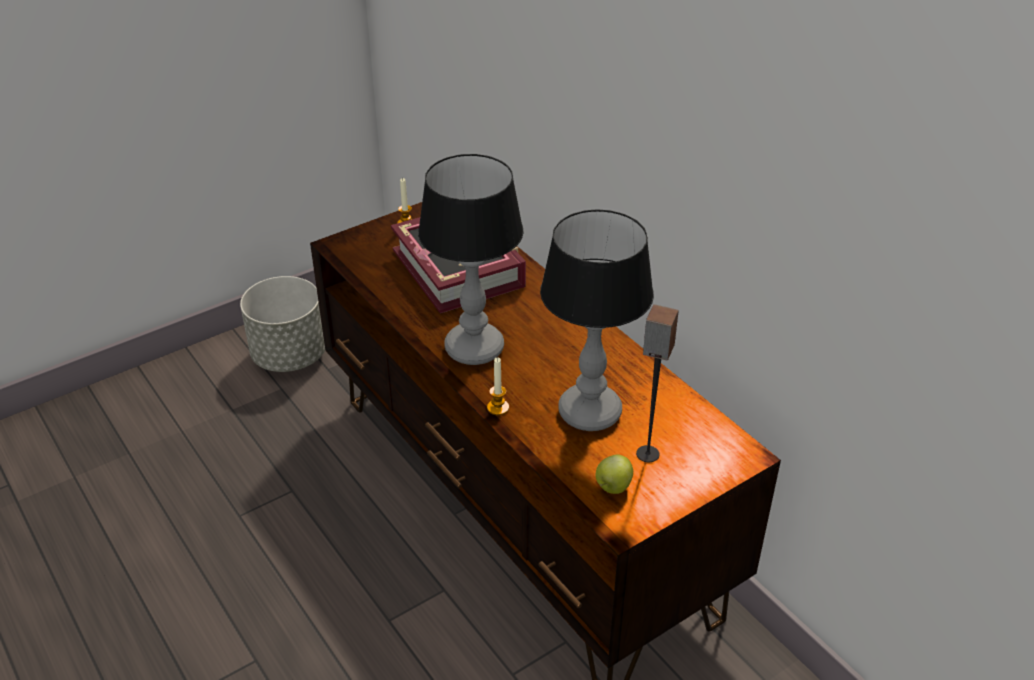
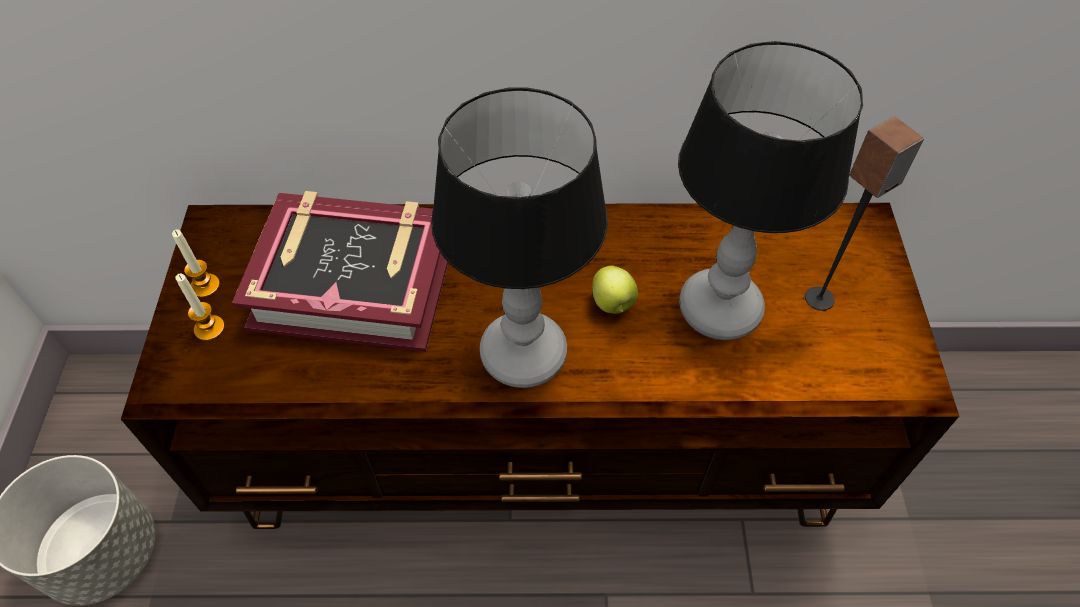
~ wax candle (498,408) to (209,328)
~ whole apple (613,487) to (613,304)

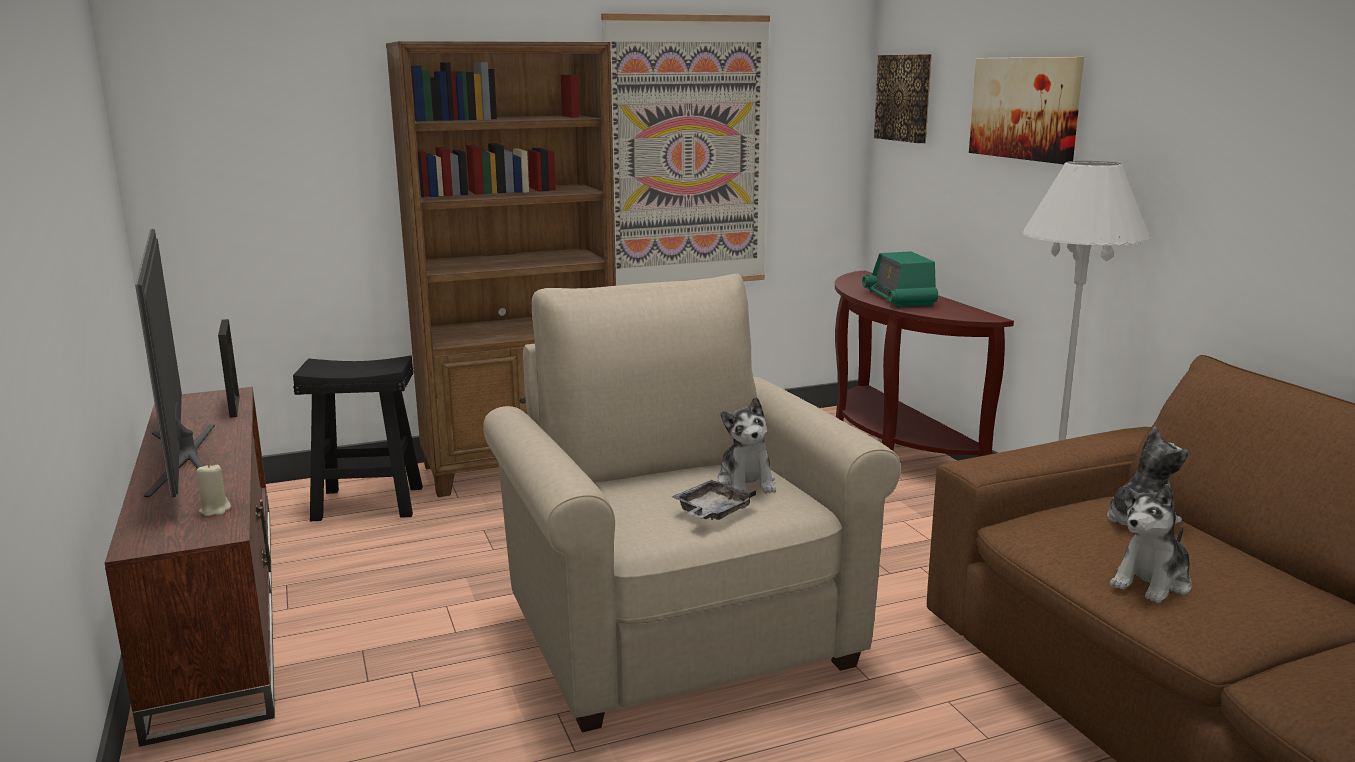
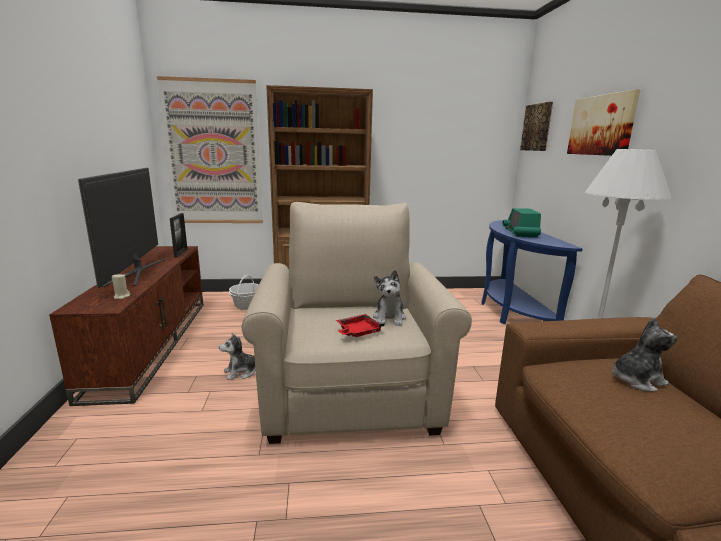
~ picture (687,155) to (213,154)
~ brown-coloured narrow table (892,448) to blue-coloured narrow table (511,312)
~ black-coloured stool seat (369,503) to household basket (247,305)
~ greyish carrying tray (712,512) to red carrying tray (358,332)
~ soft toy (1152,582) to (241,372)

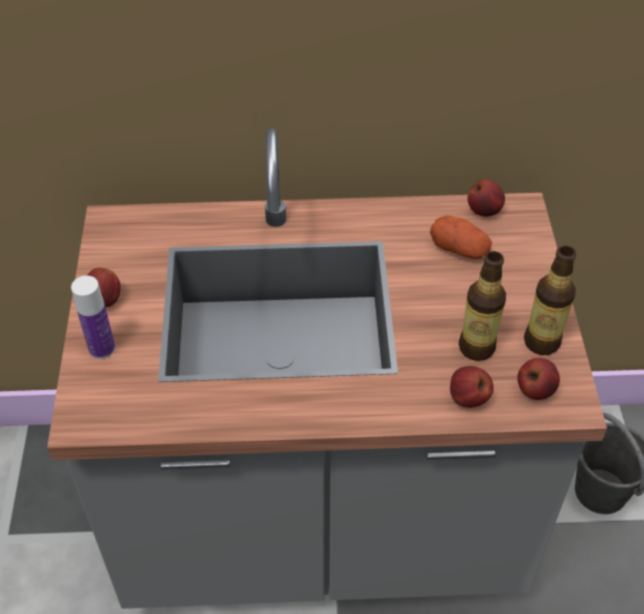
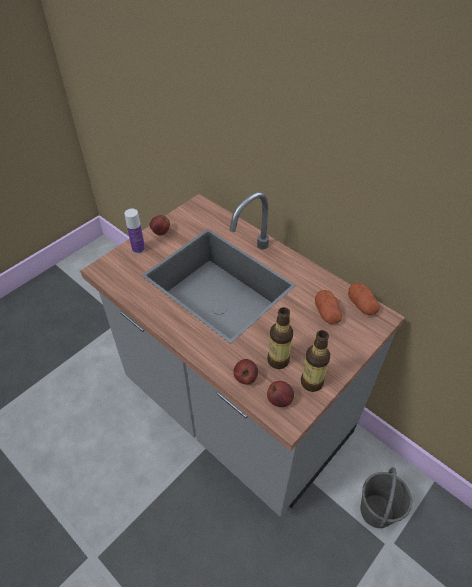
~ whole apple (484,211) to potato (362,305)

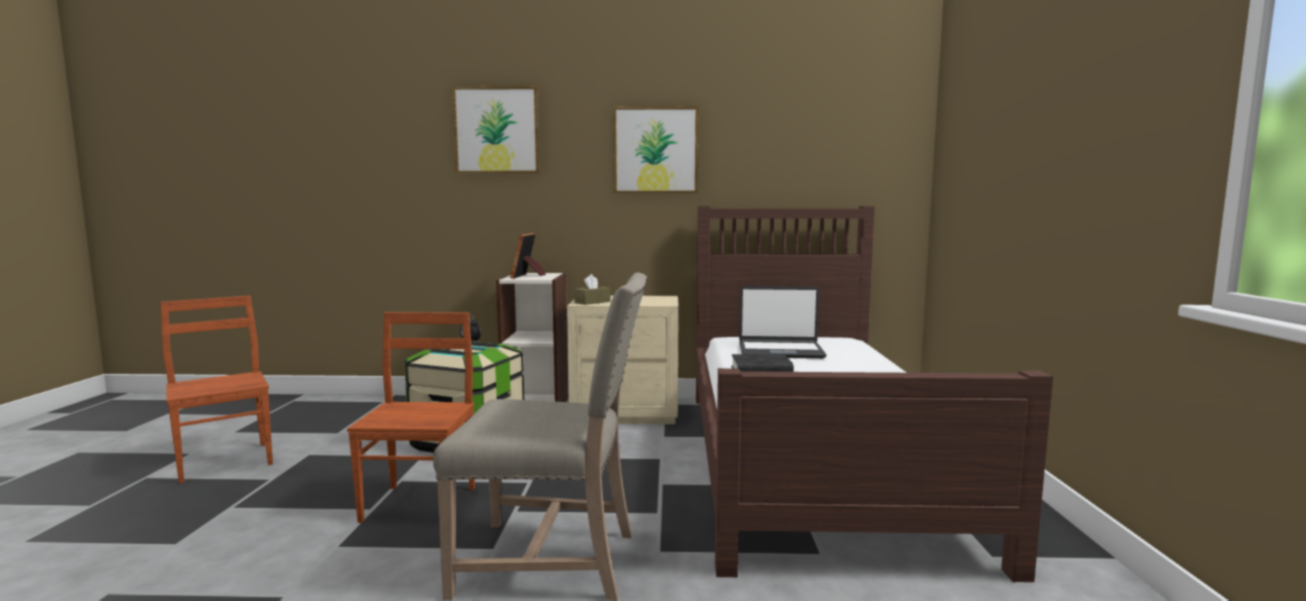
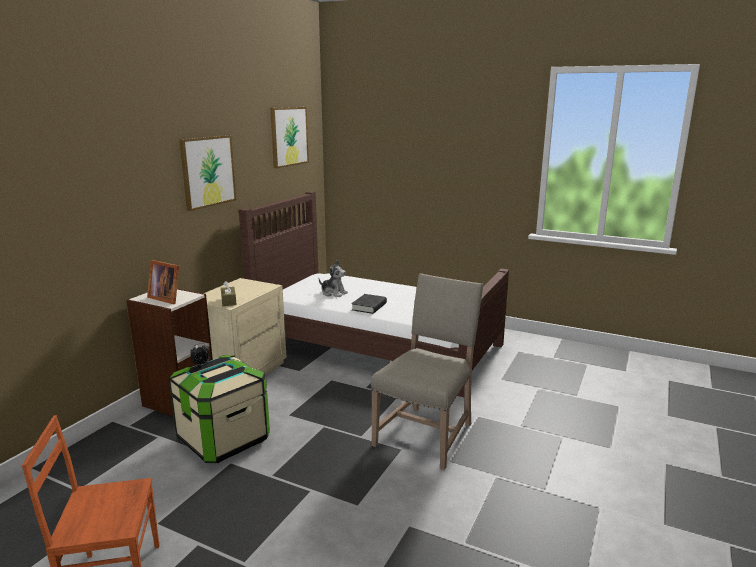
~ picture (497,130) to (289,136)
~ laptop (780,351) to soft toy (333,293)
- brown-coloured upright chair (422,503)

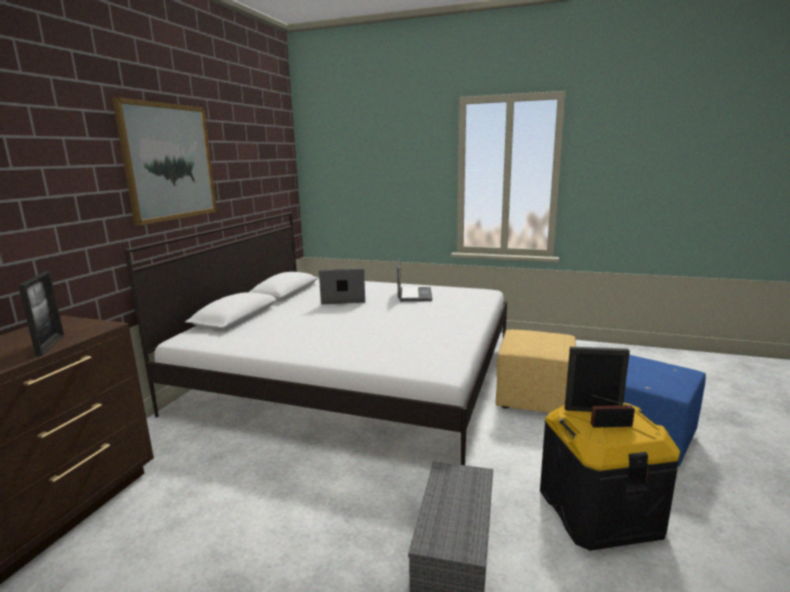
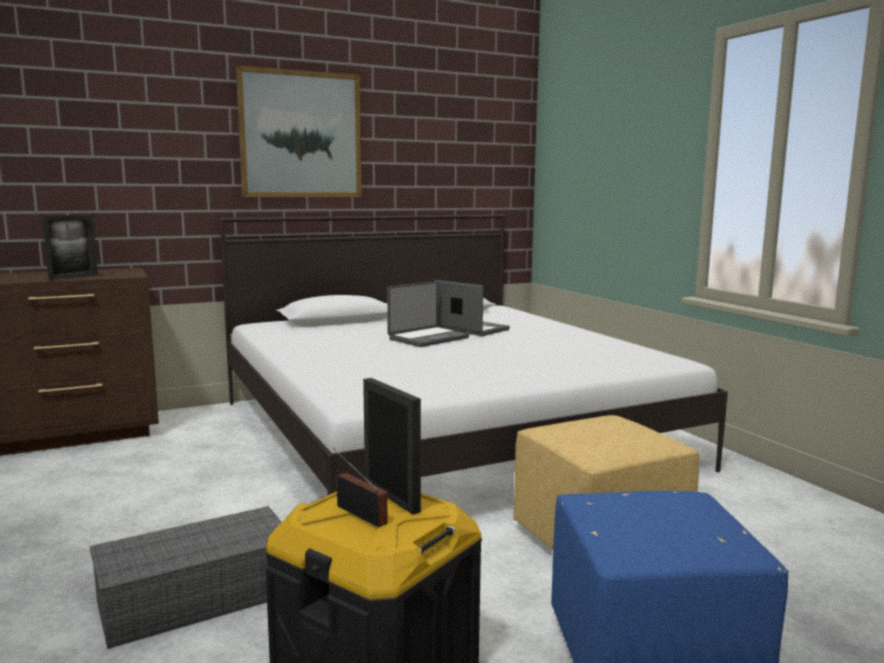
~ laptop (413,295) to (427,338)

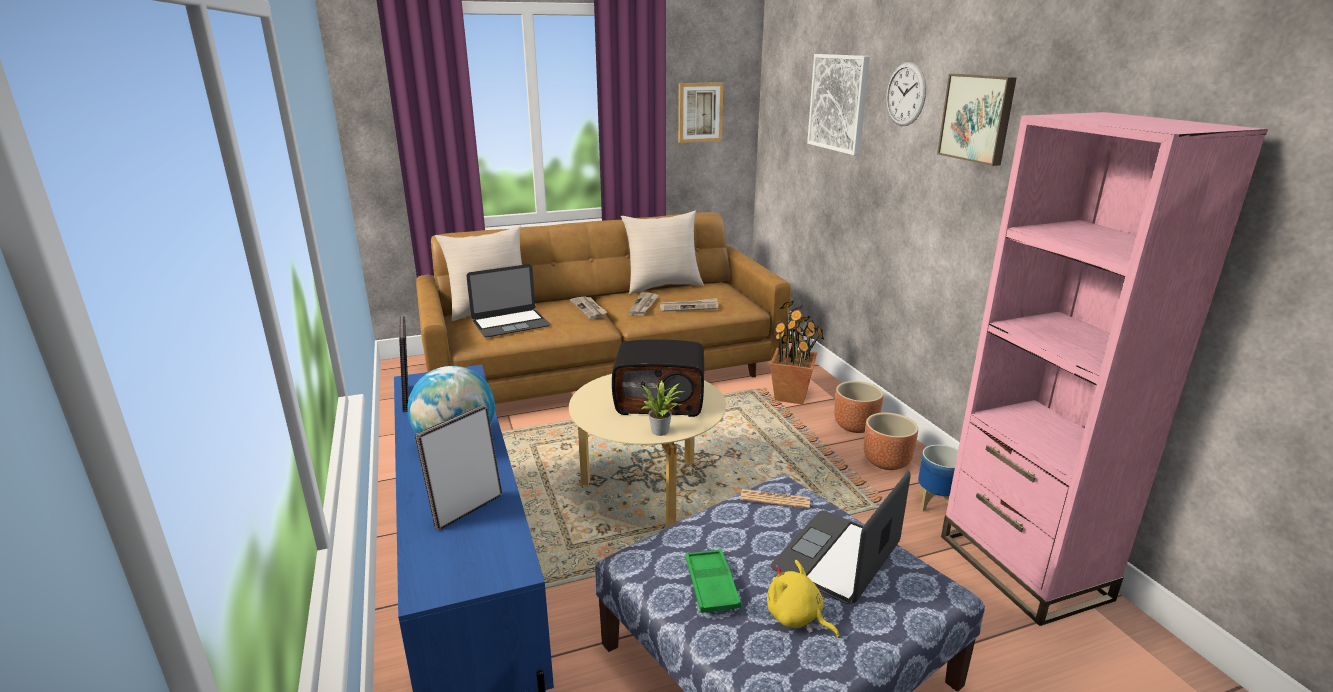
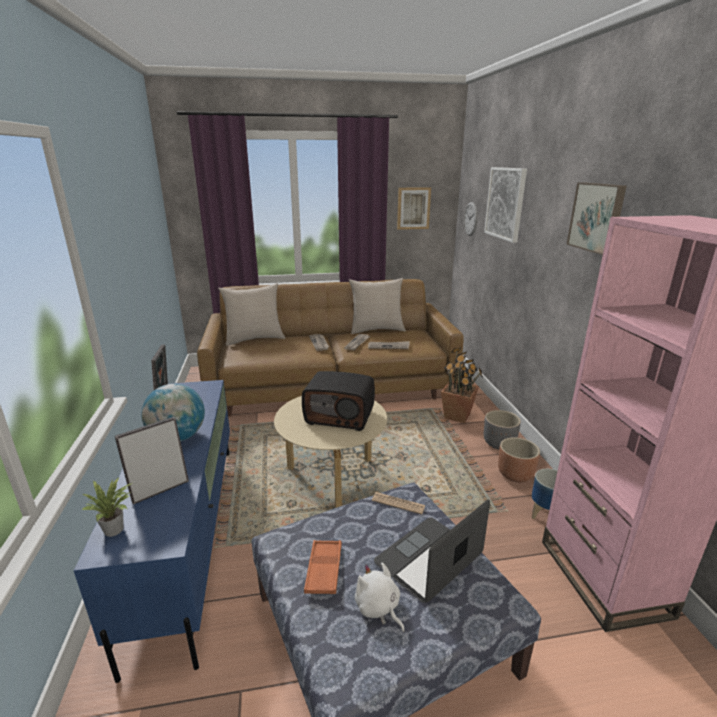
~ hanging clock (905,94) to (470,219)
- laptop (510,323)
~ houseplant (662,431) to (116,529)
~ brown-coloured planter (854,426) to greyish planter (498,444)
~ greenish carrying tray (711,585) to orangey carrying tray (324,570)
~ yellowish soft toy (796,617) to white soft toy (378,608)

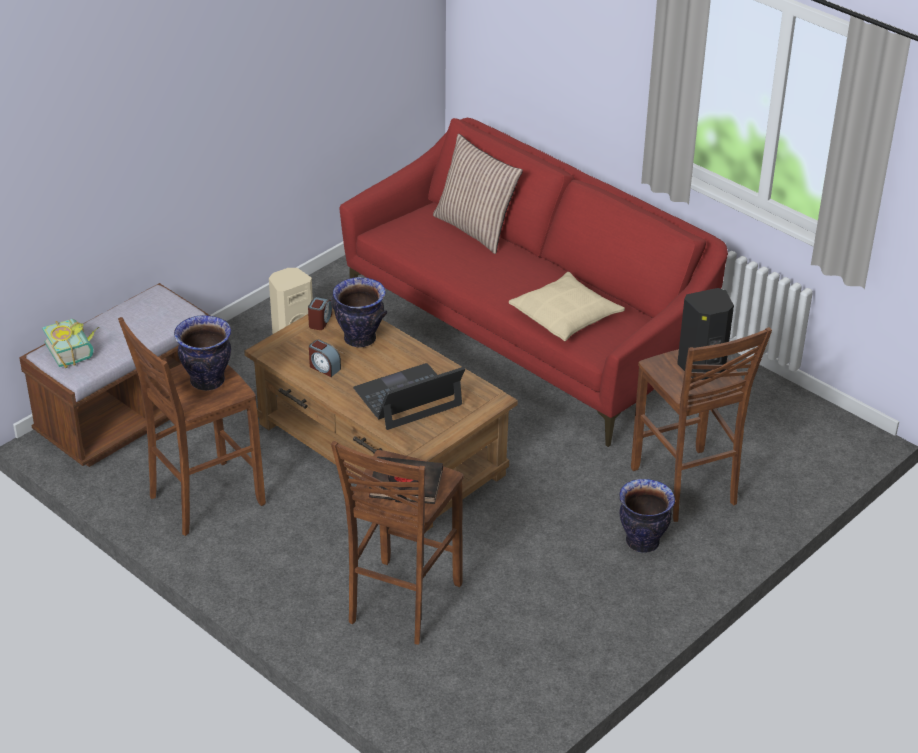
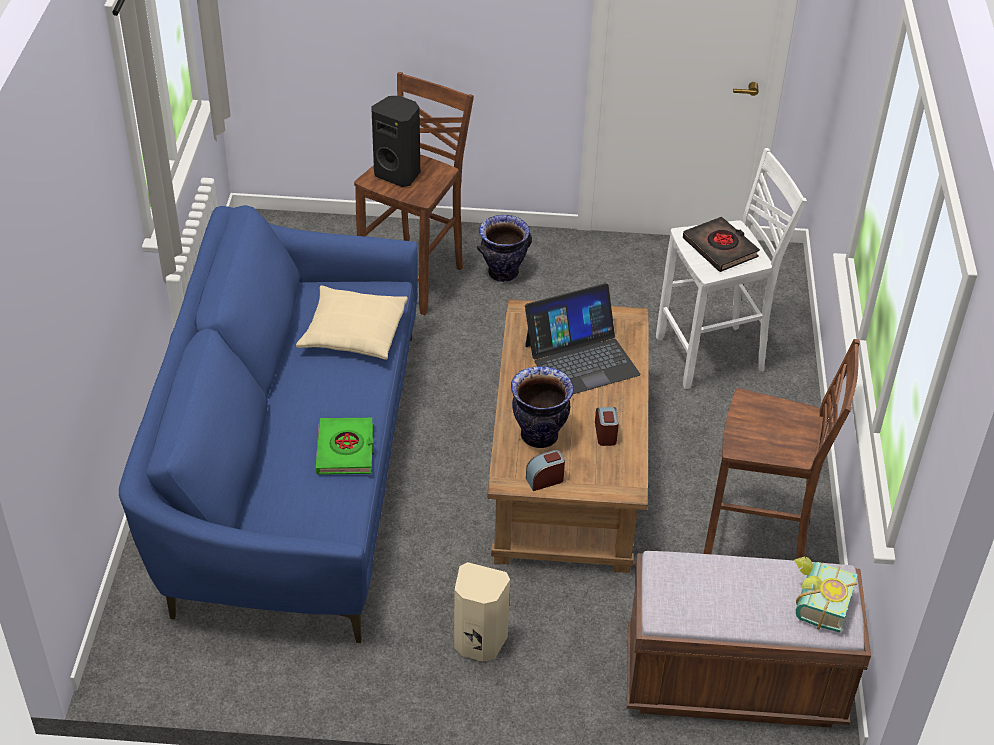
~ red settee (527,332) to blue-coloured settee (293,470)
- pillow (475,229)
- flower vase (206,381)
~ laptop (408,397) = (581,359) 45 degrees counterclockwise
~ brown-coloured stool seat (401,604) to white stool seat (713,356)
+ greenish volume (346,450)

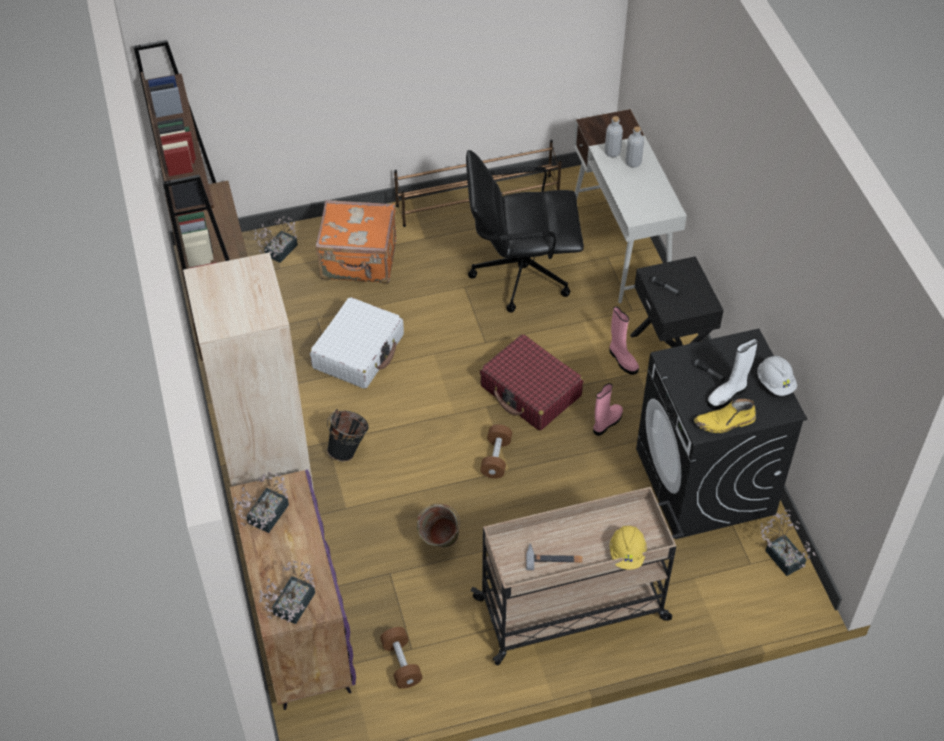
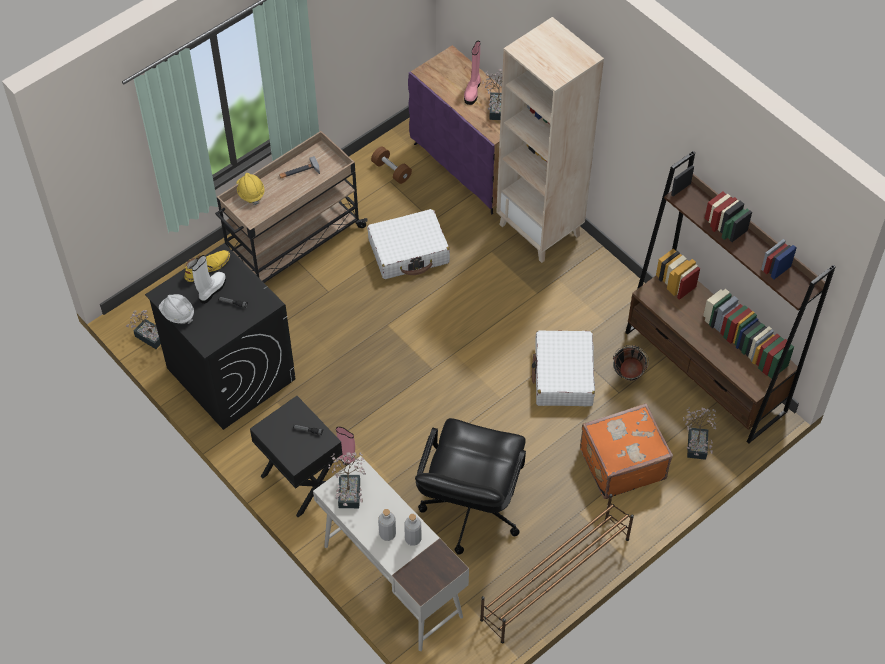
~ black-coloured office chair (520,273) = (470,509) 135 degrees clockwise
- red suitcase (531,391)
~ pinkish boot (606,423) to (472,90)
~ black-coloured water bucket (349,449) to (627,378)
- brown-coloured dumbbell (496,458)
~ greenish water bucket (439,545) to white suitcase (409,252)
~ houseplant (291,607) to (350,490)

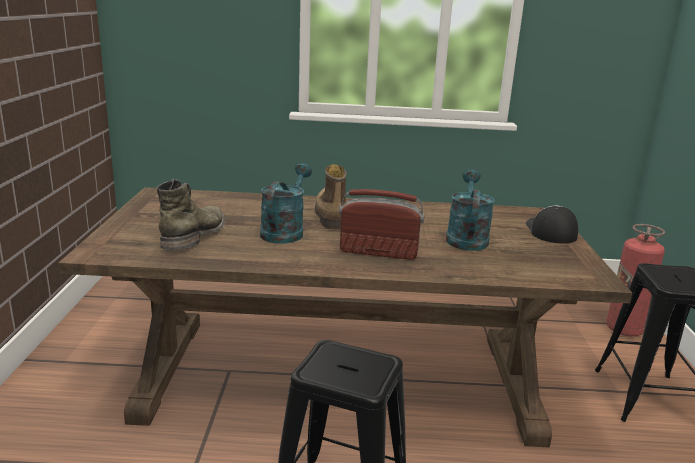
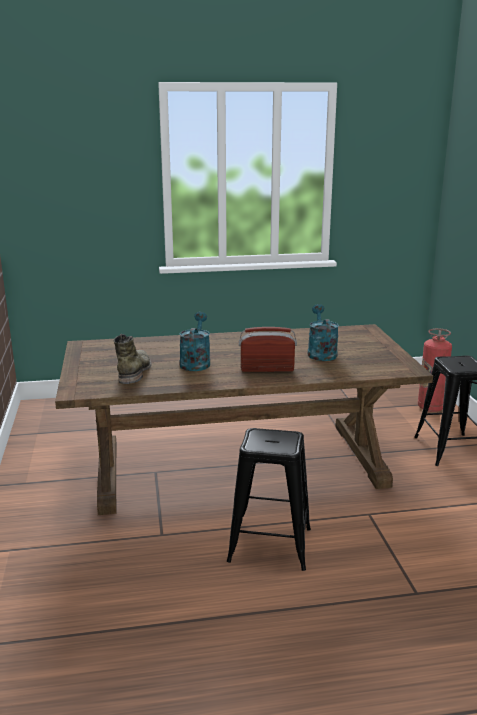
- boot (329,216)
- peaked cap (550,231)

